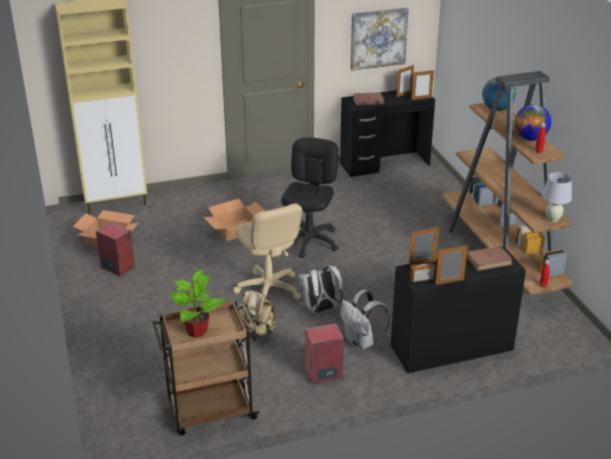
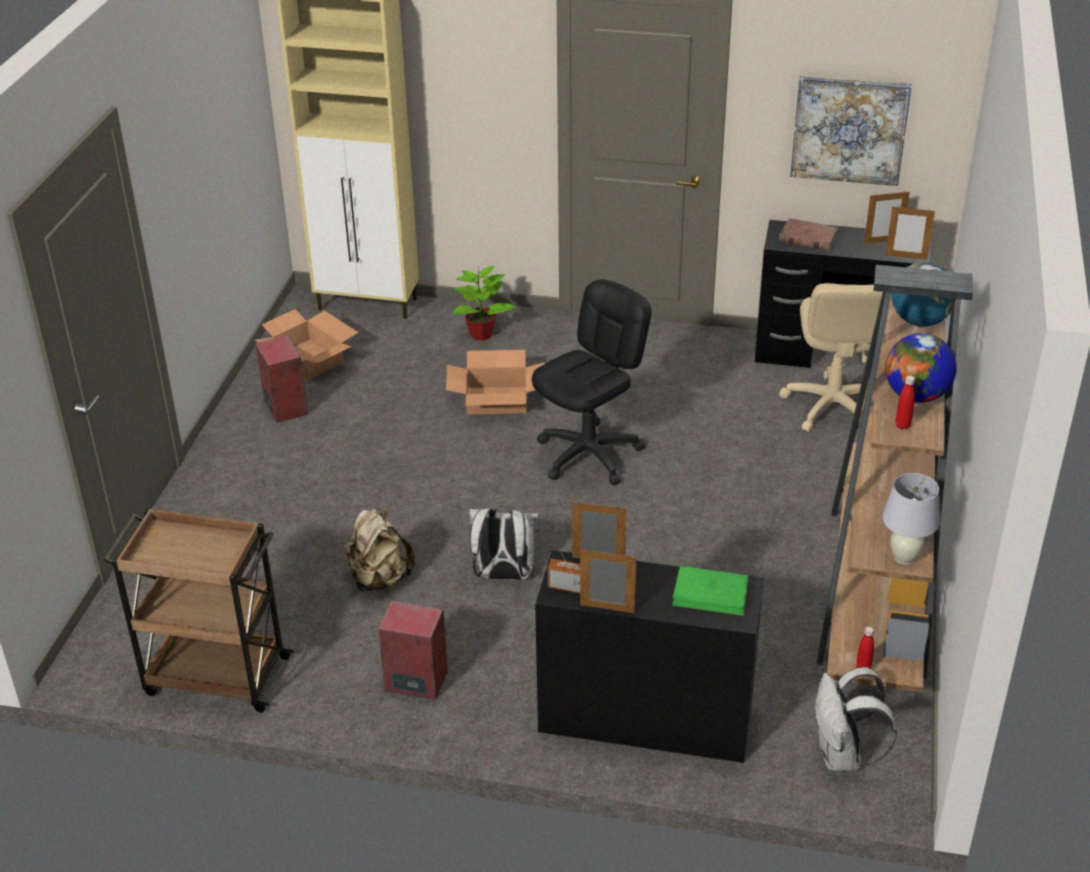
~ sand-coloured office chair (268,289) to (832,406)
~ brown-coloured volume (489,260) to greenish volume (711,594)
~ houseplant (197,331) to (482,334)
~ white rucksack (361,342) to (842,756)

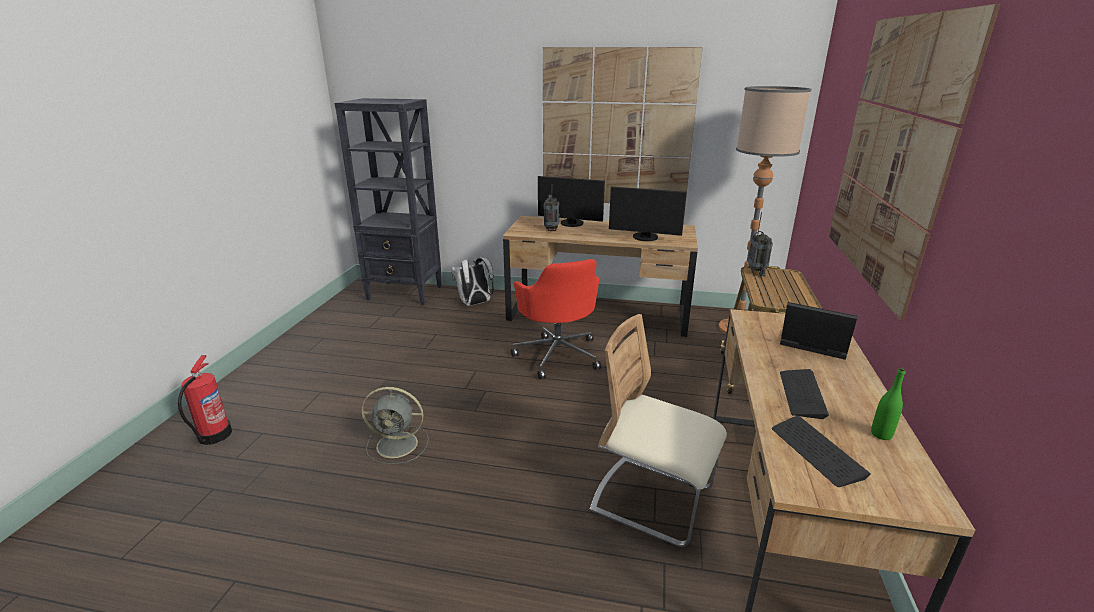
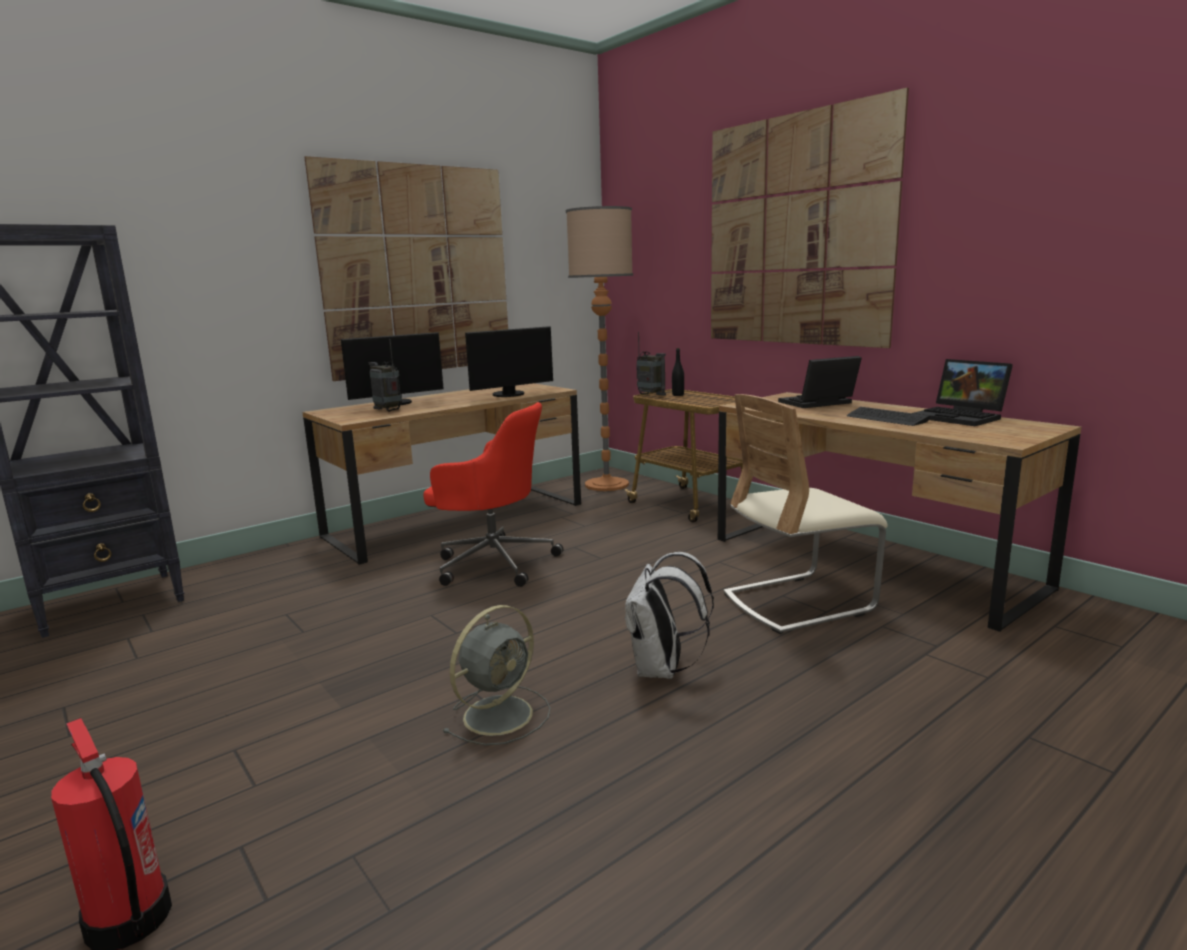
~ white rucksack (475,303) to (662,670)
~ greenish drink bottle (881,434) to laptop (961,417)
- PC keyboard (817,452)
+ black-coloured drink bottle (678,395)

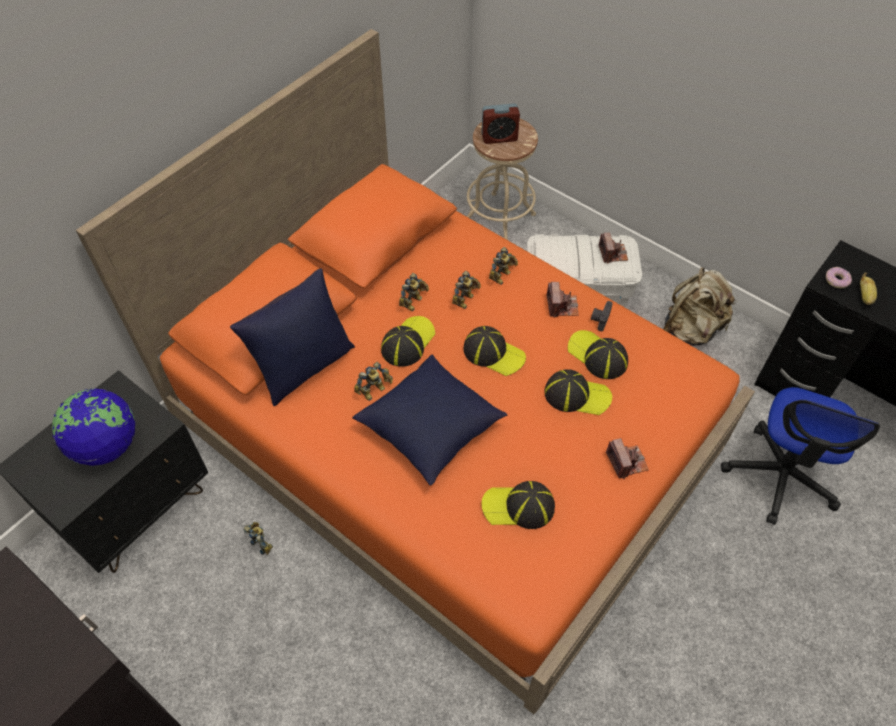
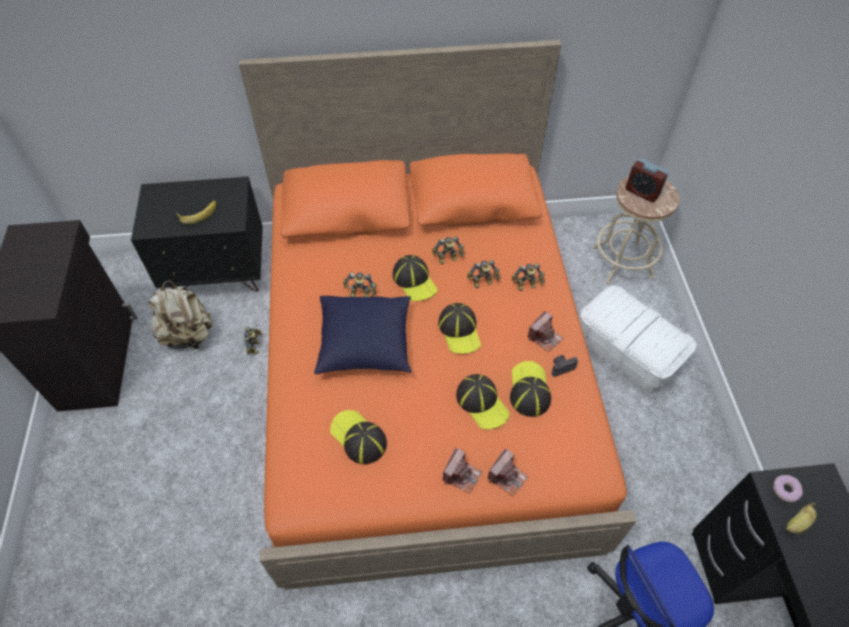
~ still camera (612,253) to (507,477)
~ sand-coloured rucksack (690,330) to (188,335)
- blue-coloured pillow (303,367)
~ peaked cap (407,342) = (414,281) 75 degrees clockwise
~ world globe (106,446) to banana (197,213)

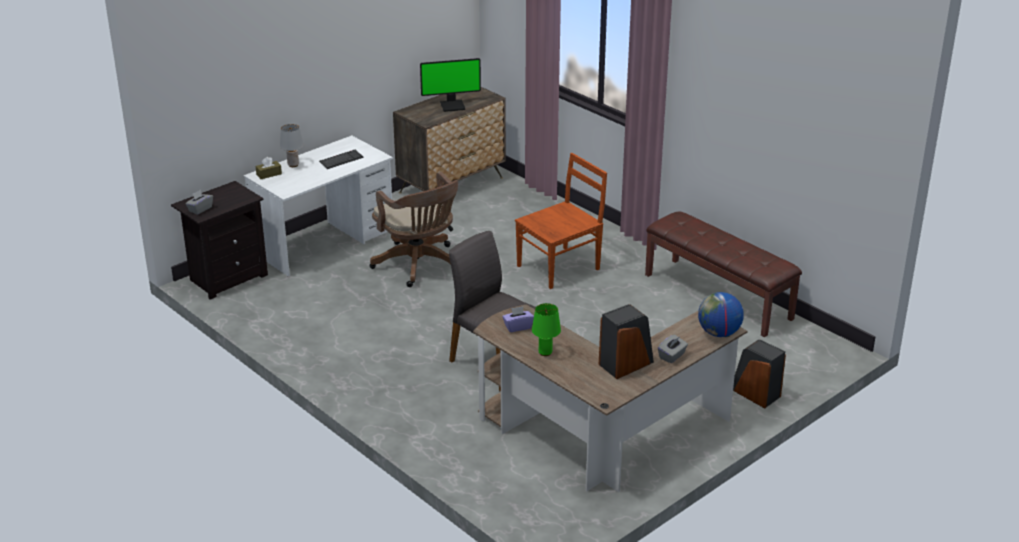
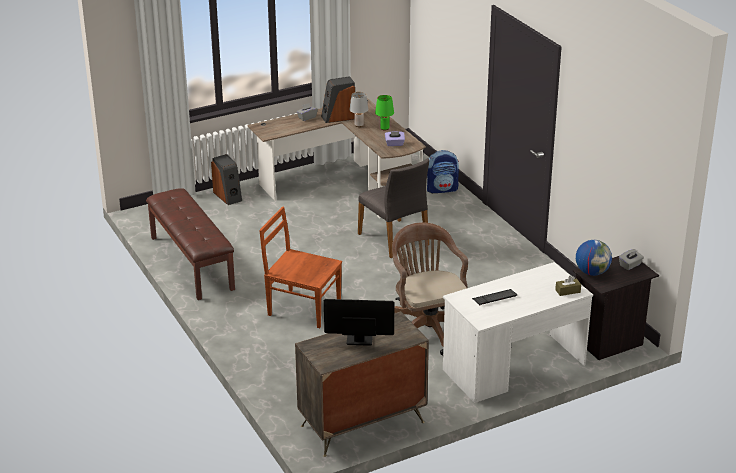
~ greyish table lamp (293,165) to (358,125)
~ brown-coloured upright chair (560,267) = (302,308) 45 degrees clockwise
~ world globe (719,333) to (592,272)
+ rucksack (442,189)

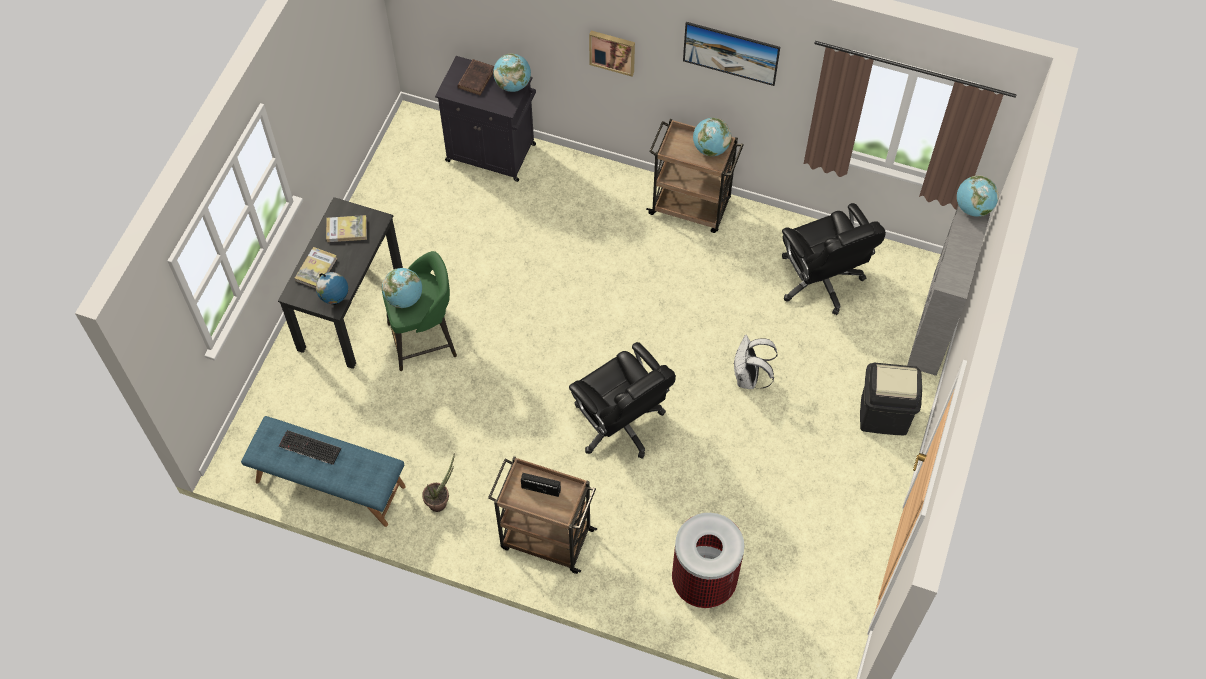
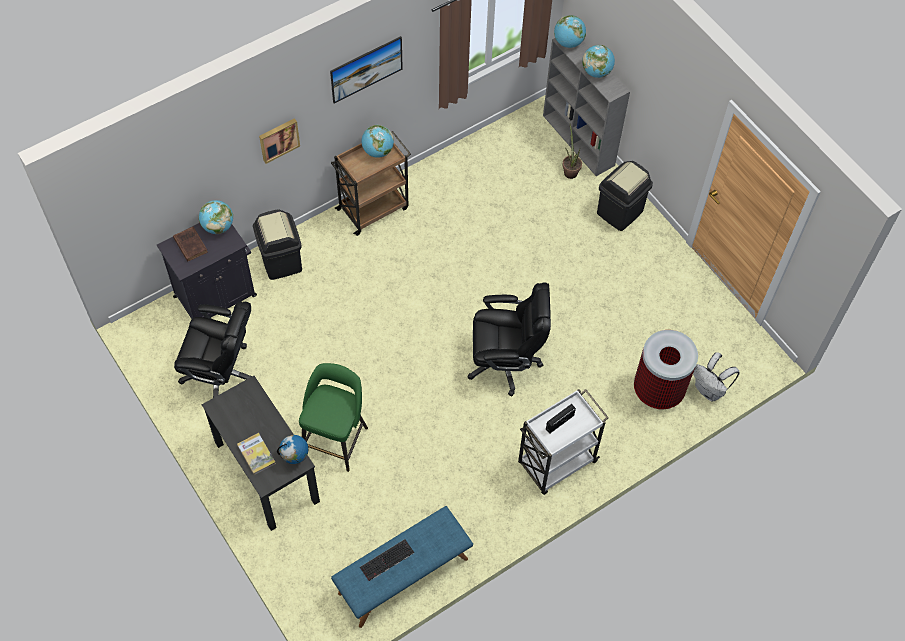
~ black-coloured office chair (821,281) to (221,373)
- volume (347,230)
~ world globe (404,298) to (596,72)
~ white rucksack (749,378) to (709,390)
~ houseplant (440,500) to (570,170)
~ brown-coloured cart (545,538) to white cart (556,463)
+ black-coloured rubbish bin (281,261)

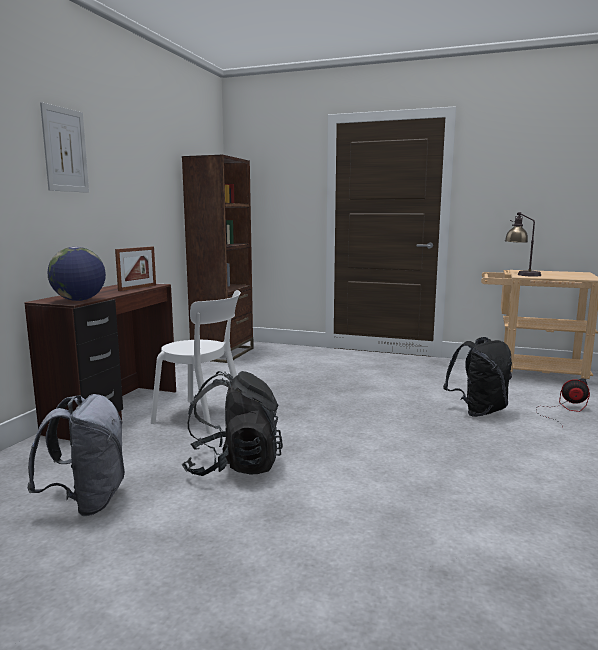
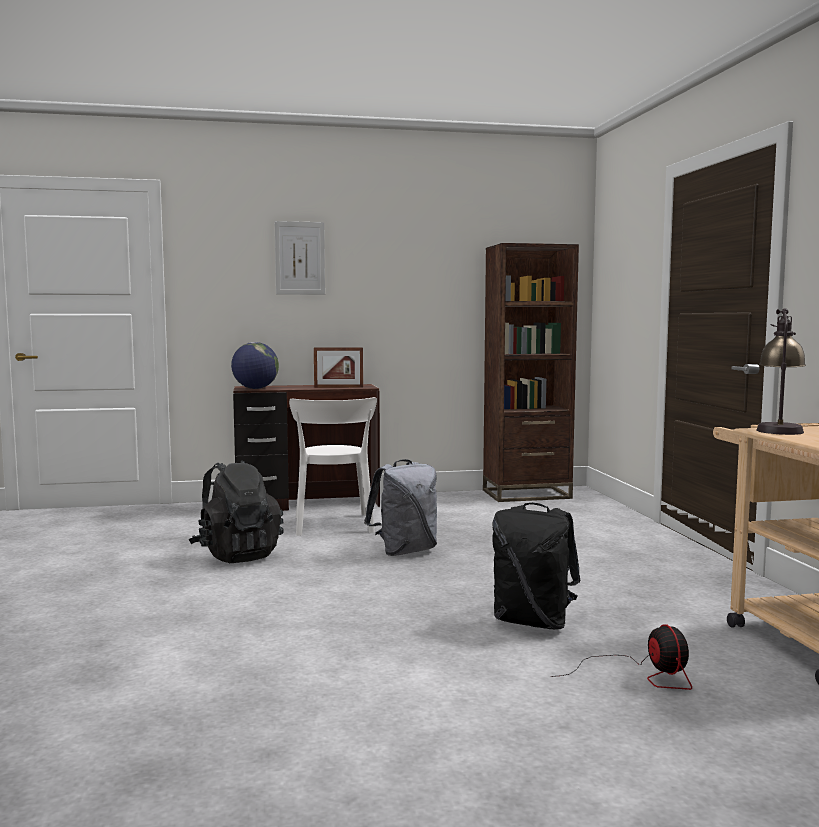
~ greyish rucksack (87,502) to (405,551)

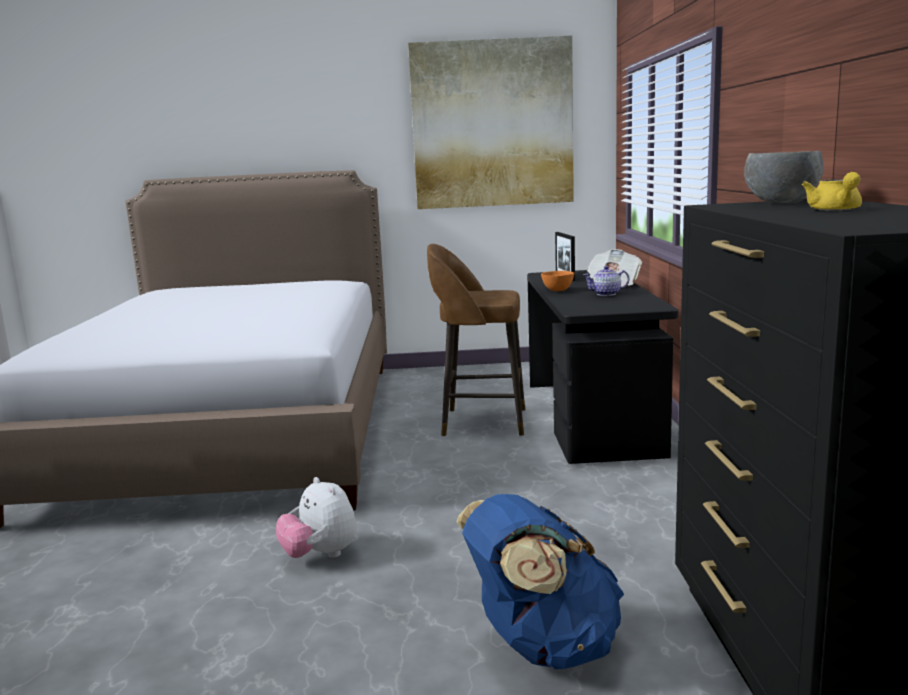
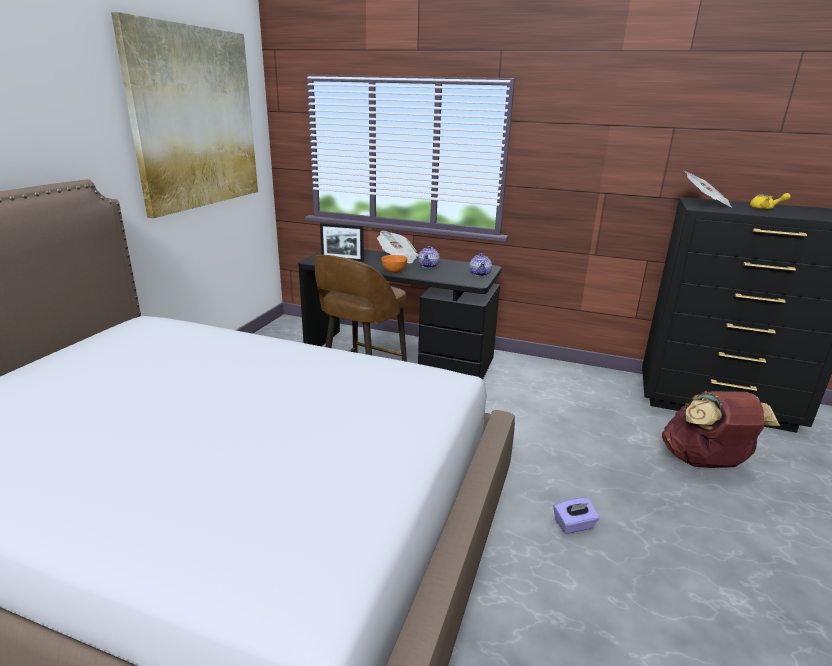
~ greyish serving bowl (781,203) to newspaper (705,204)
~ soft toy (320,555) to purple-coloured tissue box (574,525)
~ blue-coloured rucksack (542,647) to brown-coloured rucksack (704,462)
+ teapot (480,274)

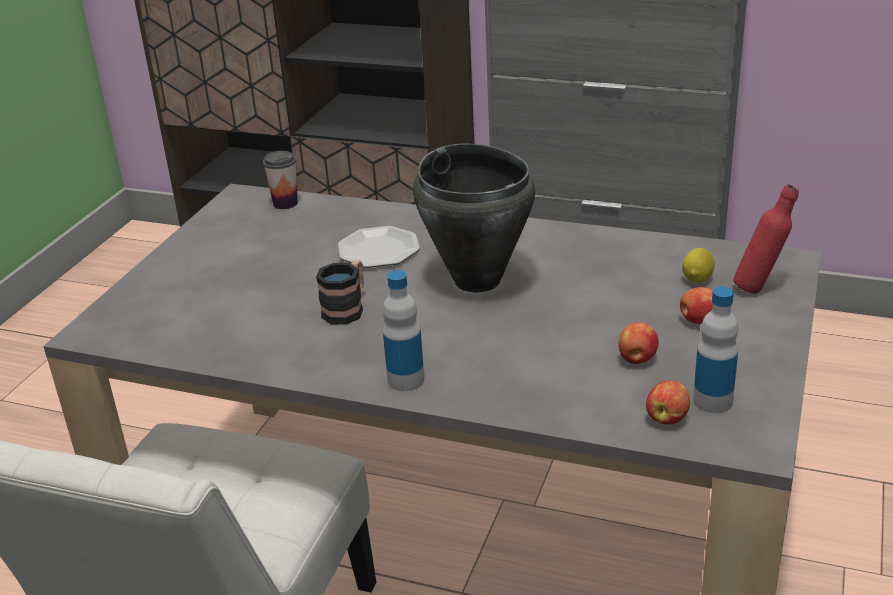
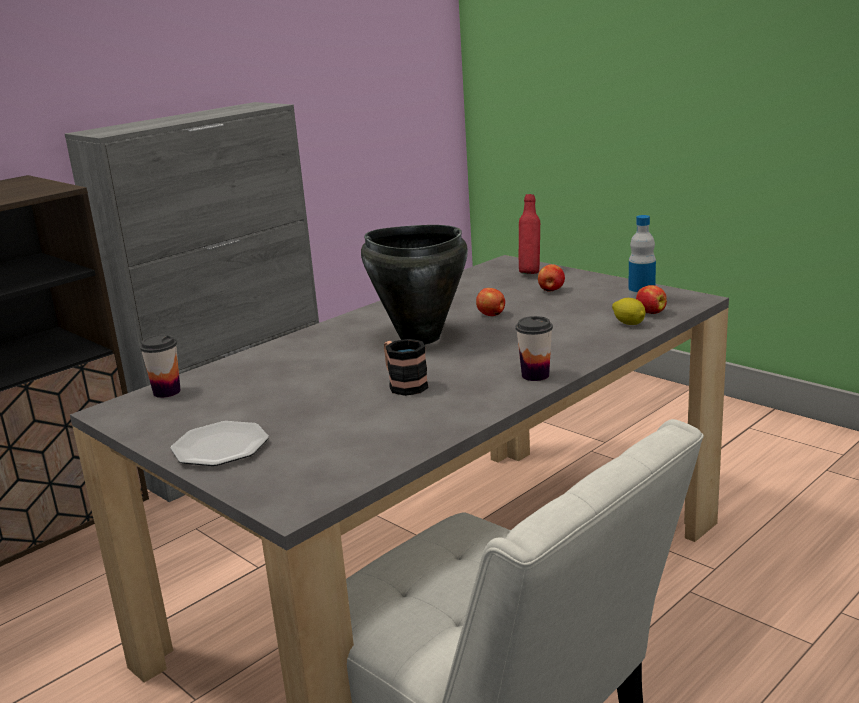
~ dinner plate (379,250) to (221,447)
~ citrus fruit (697,278) to (629,323)
~ drink bottle (406,380) to small cup (535,375)
~ whole apple (637,359) to (491,315)

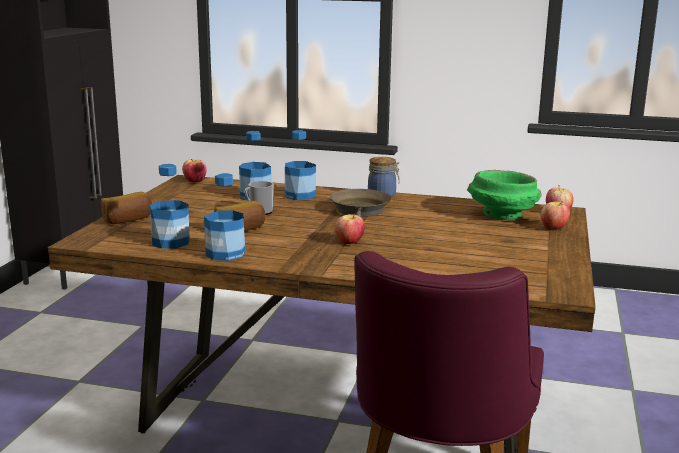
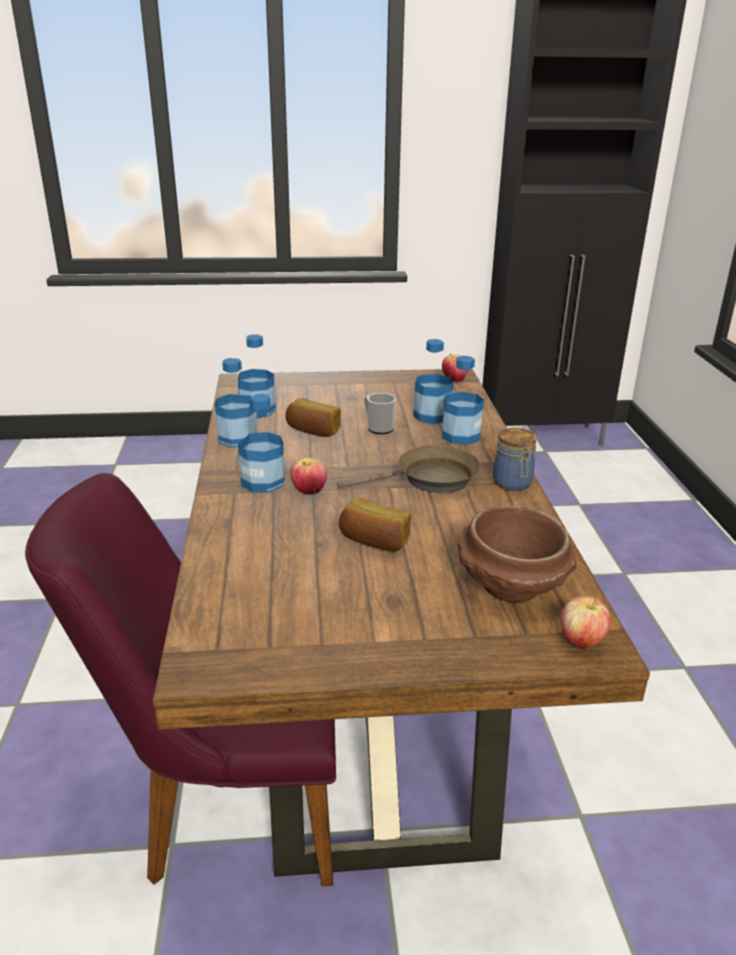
~ greenish serving bowl (501,215) to brown-coloured serving bowl (511,584)
~ bakery bread (127,220) to (374,541)
- whole apple (553,228)
+ drink bottle (263,482)

